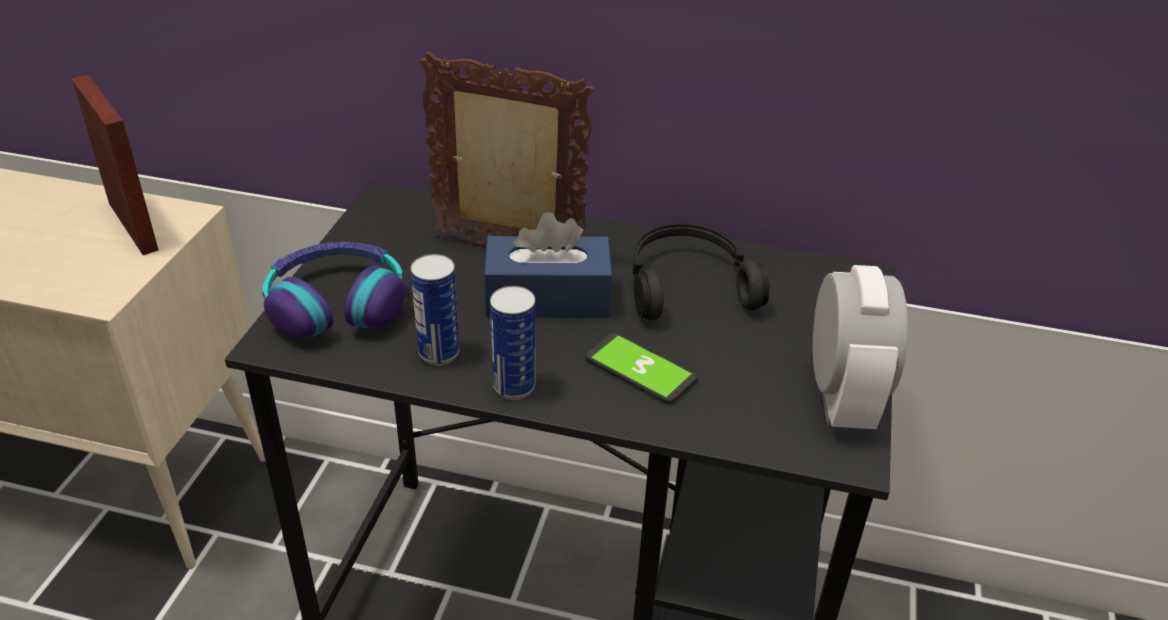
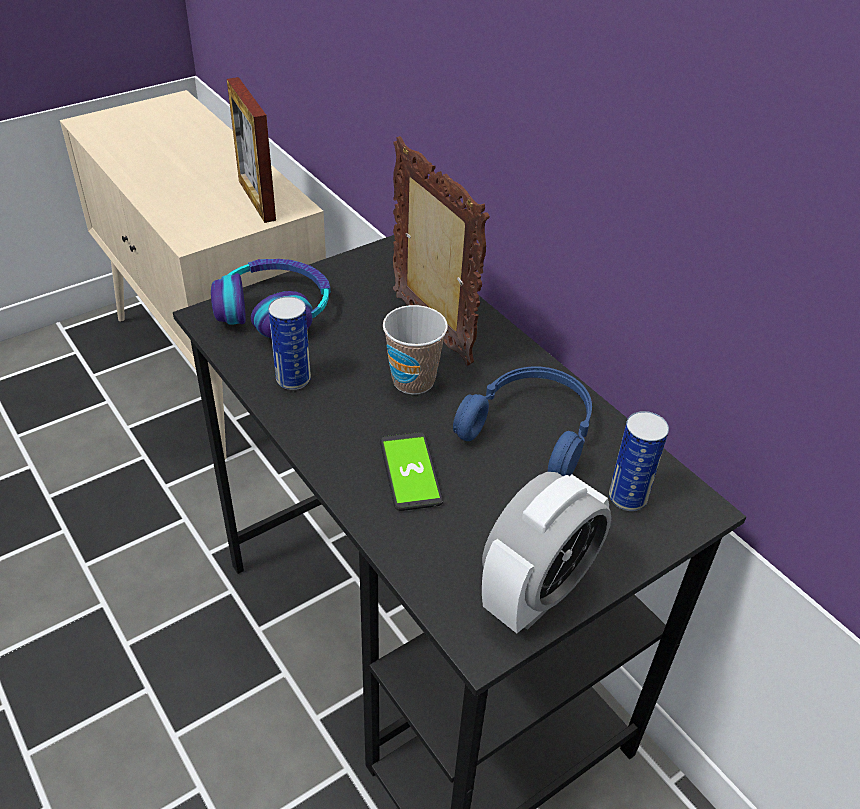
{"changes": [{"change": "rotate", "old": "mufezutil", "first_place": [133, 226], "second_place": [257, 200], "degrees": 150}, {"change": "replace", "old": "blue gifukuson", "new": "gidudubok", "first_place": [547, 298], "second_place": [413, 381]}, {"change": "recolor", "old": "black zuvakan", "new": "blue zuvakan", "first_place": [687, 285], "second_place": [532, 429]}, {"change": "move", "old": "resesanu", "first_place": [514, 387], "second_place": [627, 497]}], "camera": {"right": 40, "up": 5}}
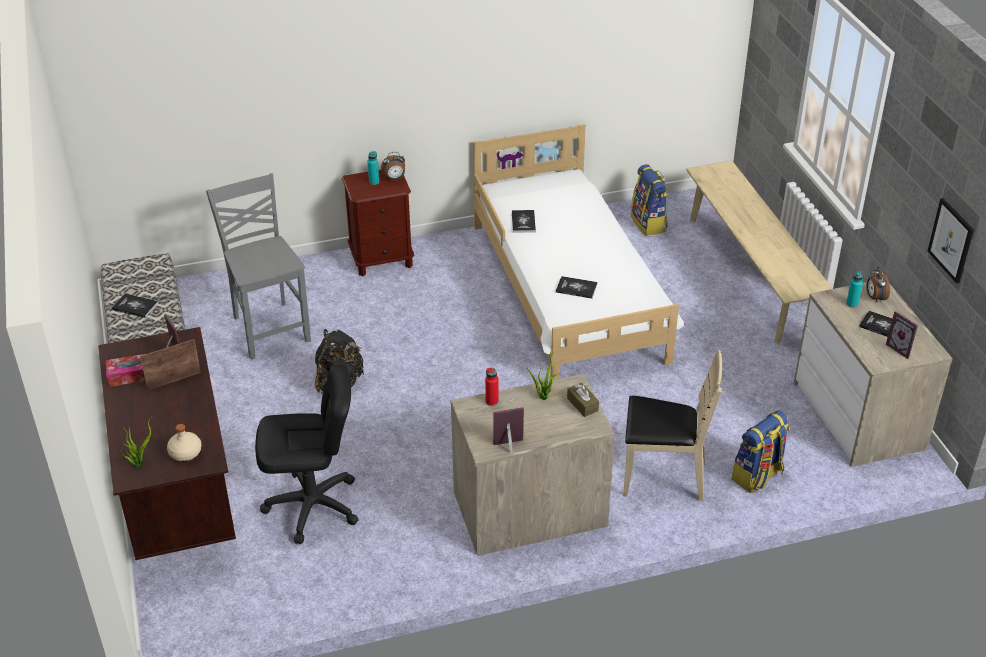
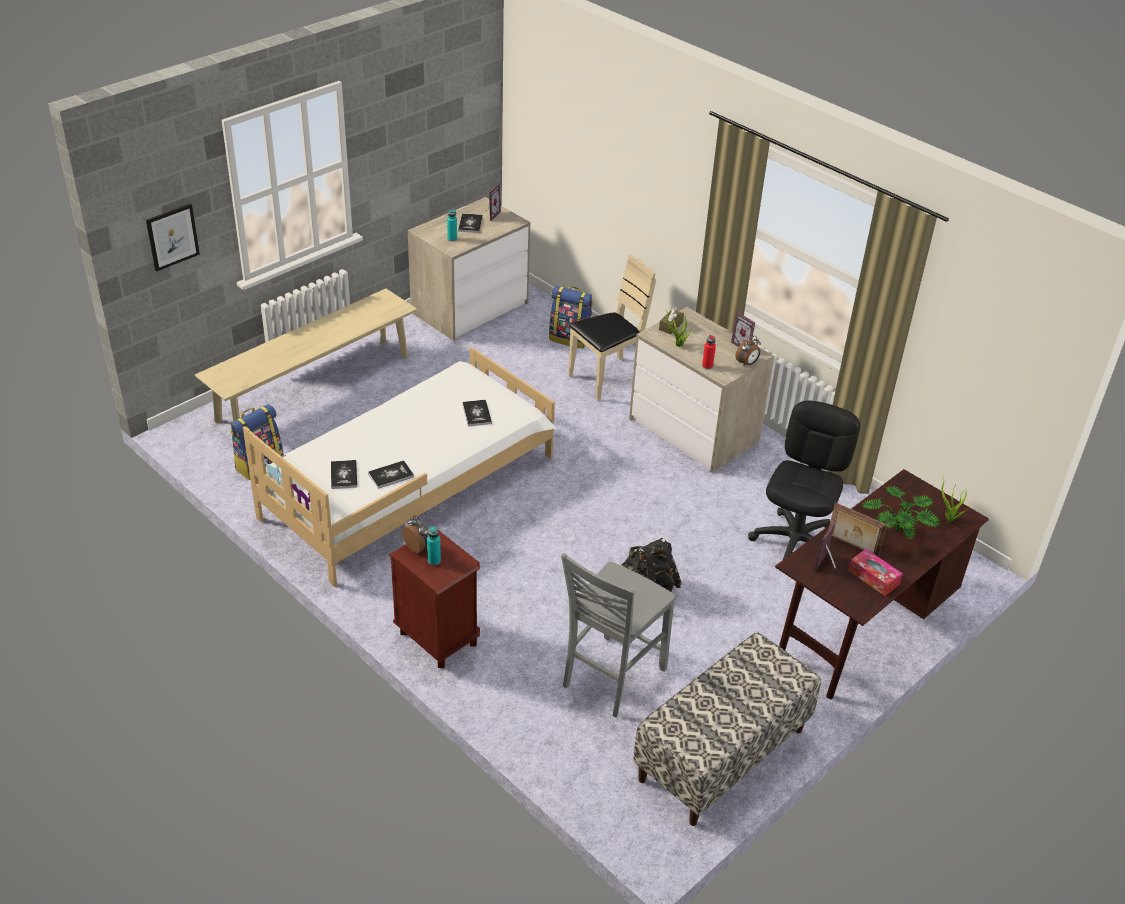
{"changes": [{"change": "move", "old": "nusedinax", "first_place": [951, 240], "second_place": [172, 237]}, {"change": "move", "old": "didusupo", "first_place": [874, 298], "second_place": [747, 363]}, {"change": "move", "old": "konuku", "first_place": [135, 306], "second_place": [344, 475]}, {"change": "rotate", "old": "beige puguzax", "first_place": [662, 477], "second_place": [607, 378], "degrees": 75}, {"change": "rotate", "old": "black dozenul", "first_place": [313, 506], "second_place": [795, 543], "degrees": 60}, {"change": "delete", "old": "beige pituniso", "first_place": [185, 453]}, {"change": "insert", "new": "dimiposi", "second_place": [896, 533]}], "camera": {"right": -120, "up": 0}}
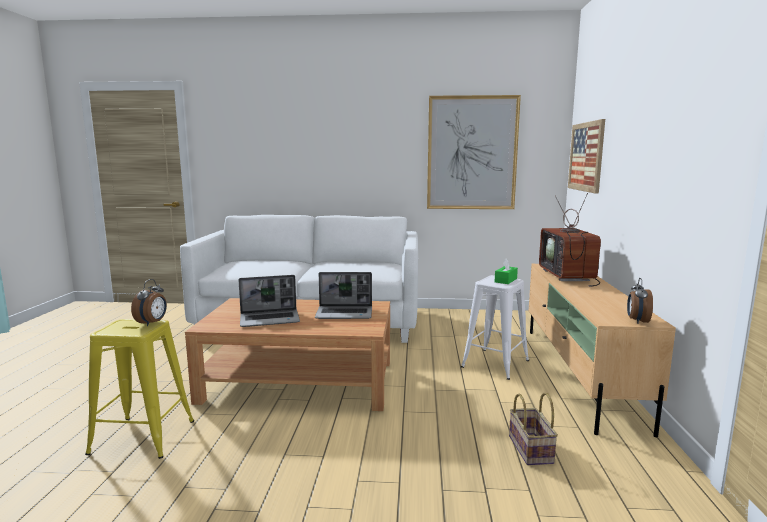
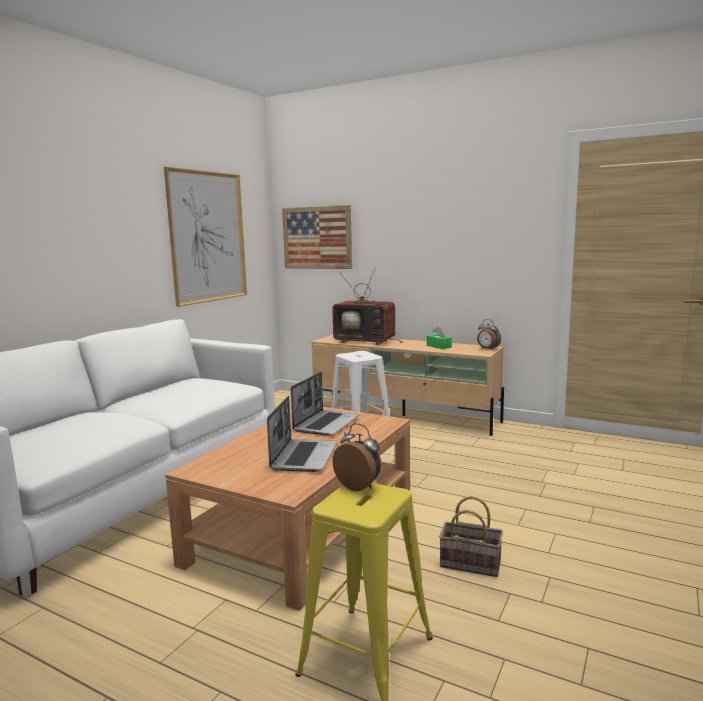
{"changes": [{"change": "move", "old": "green gifukuson", "first_place": [505, 280], "second_place": [439, 346]}, {"change": "move", "old": "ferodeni", "first_place": [532, 450], "second_place": [472, 563]}], "camera": {"right": -65, "up": 0}}
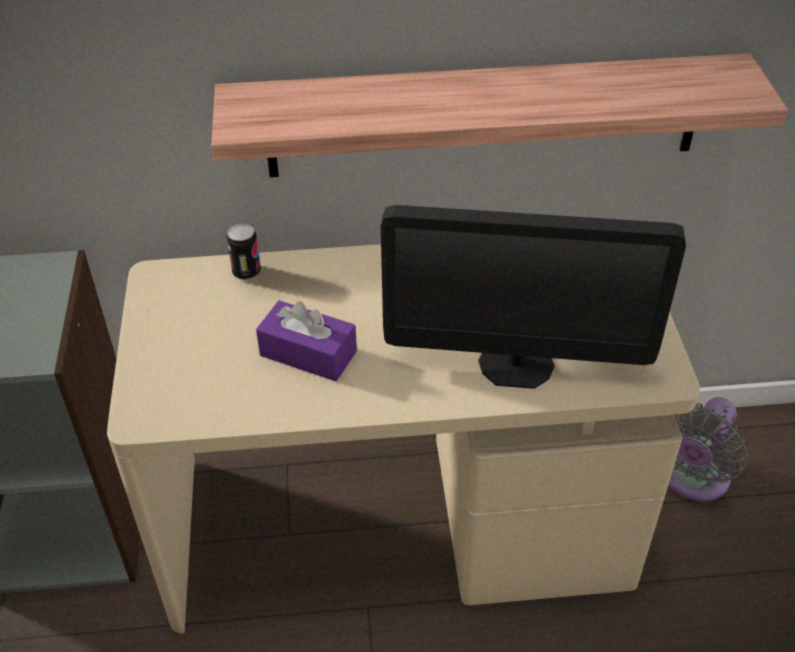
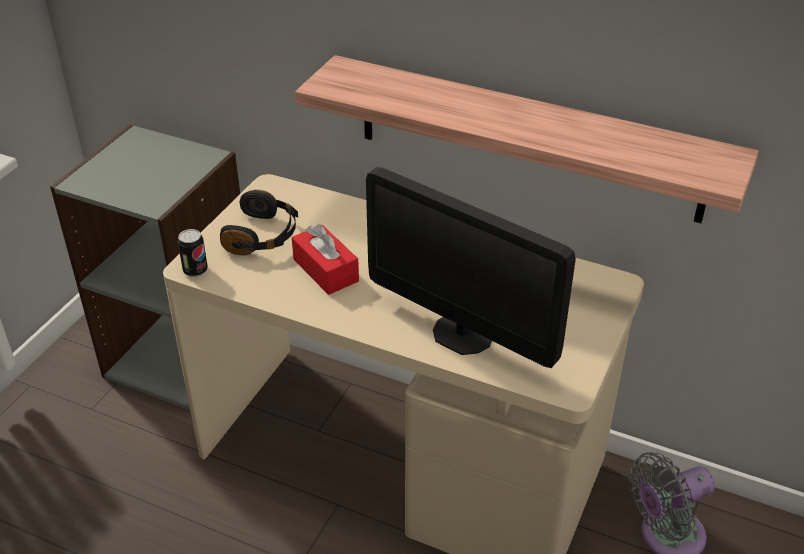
{"changes": [{"change": "move", "old": "resesanu", "first_place": [246, 272], "second_place": [195, 270]}, {"change": "recolor", "old": "purple gifukuson", "new": "red gifukuson", "first_place": [308, 353], "second_place": [325, 270]}, {"change": "insert", "new": "black zuvakan", "second_place": [263, 236]}], "camera": {"right": 30, "up": -5}}
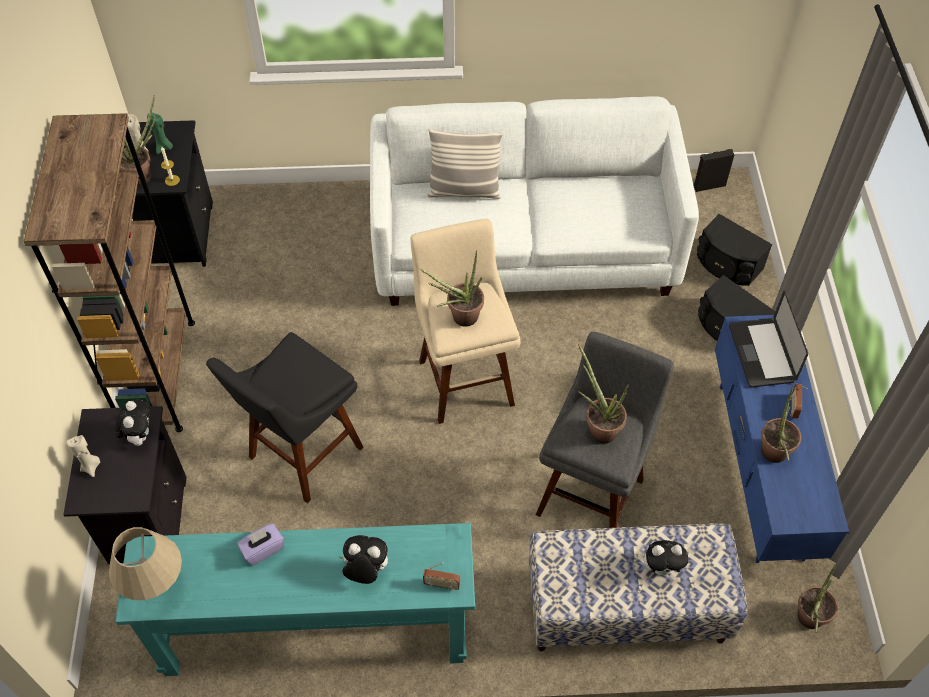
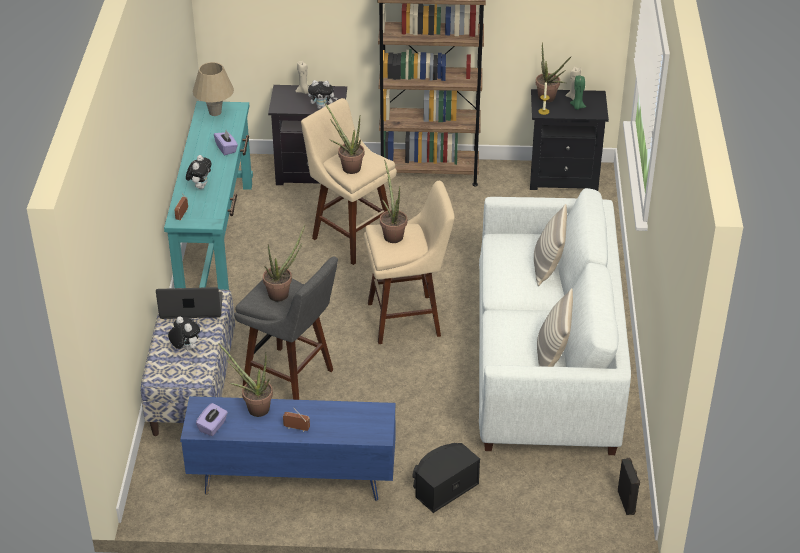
{"changes": [{"change": "delete", "old": "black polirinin", "first_place": [727, 264]}, {"change": "move", "old": "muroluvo", "first_place": [761, 353], "second_place": [191, 307]}, {"change": "recolor", "old": "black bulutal", "new": "beige bulutal", "first_place": [301, 456], "second_place": [350, 236]}, {"change": "rotate", "old": "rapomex", "first_place": [662, 568], "second_place": [185, 348], "degrees": 135}, {"change": "move", "old": "dimiposi", "first_place": [807, 622], "second_place": [348, 167]}, {"change": "insert", "new": "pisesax", "second_place": [552, 355]}, {"change": "insert", "new": "purple gifukuson", "second_place": [213, 426]}], "camera": {"right": 95, "up": -15}}
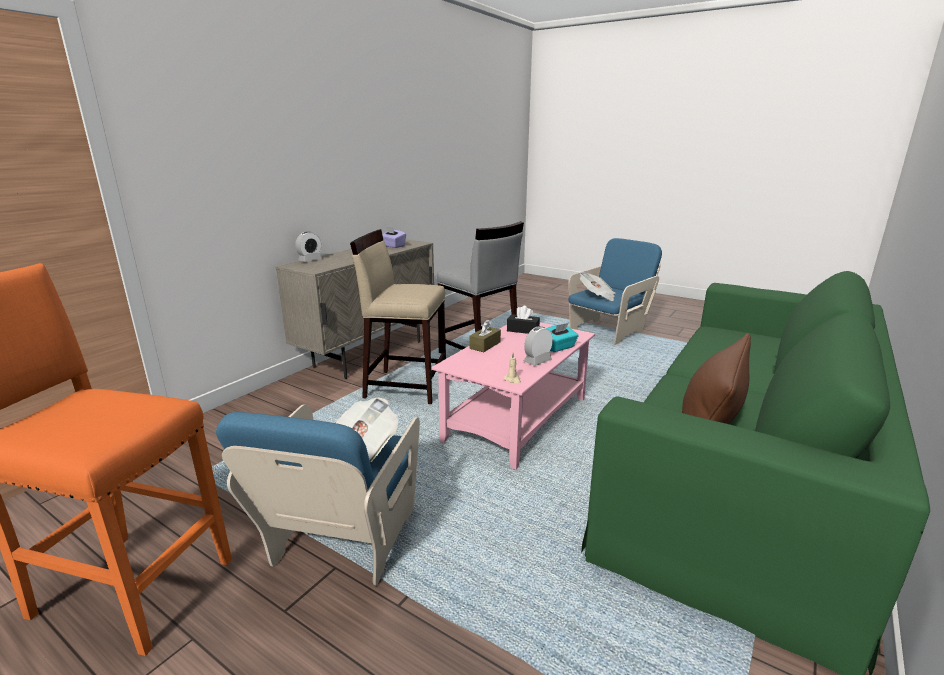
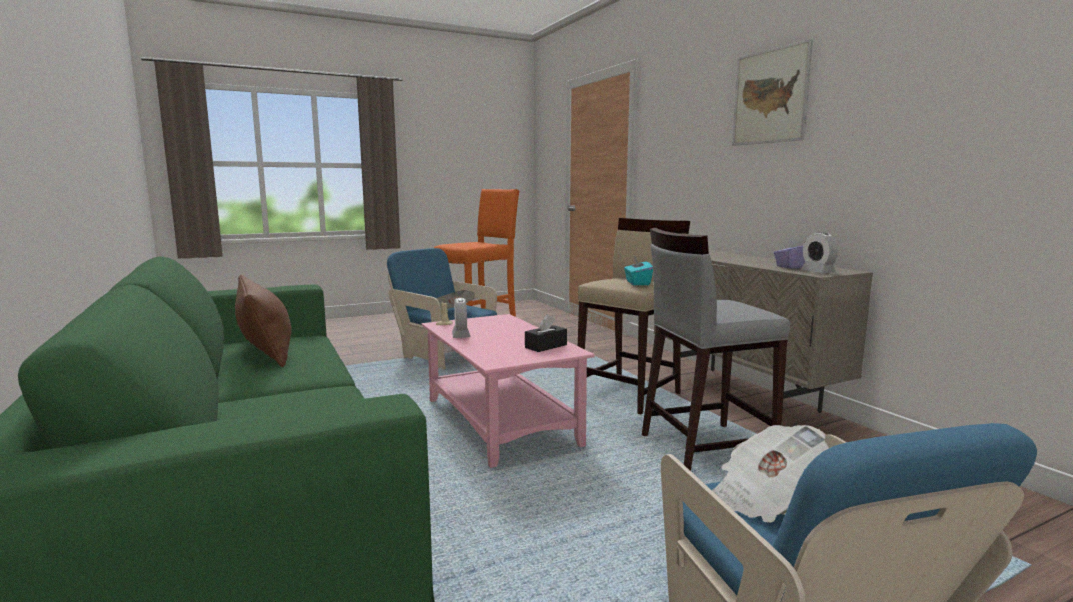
{"changes": [{"change": "move", "old": "didusupo", "first_place": [310, 260], "second_place": [818, 272]}, {"change": "delete", "old": "brown gifukuson", "first_place": [485, 345]}, {"change": "move", "old": "turquoise gifukuson", "first_place": [558, 347], "second_place": [637, 283]}, {"change": "insert", "new": "nusedinax", "second_place": [770, 96]}], "camera": {"right": 120, "up": -10}}
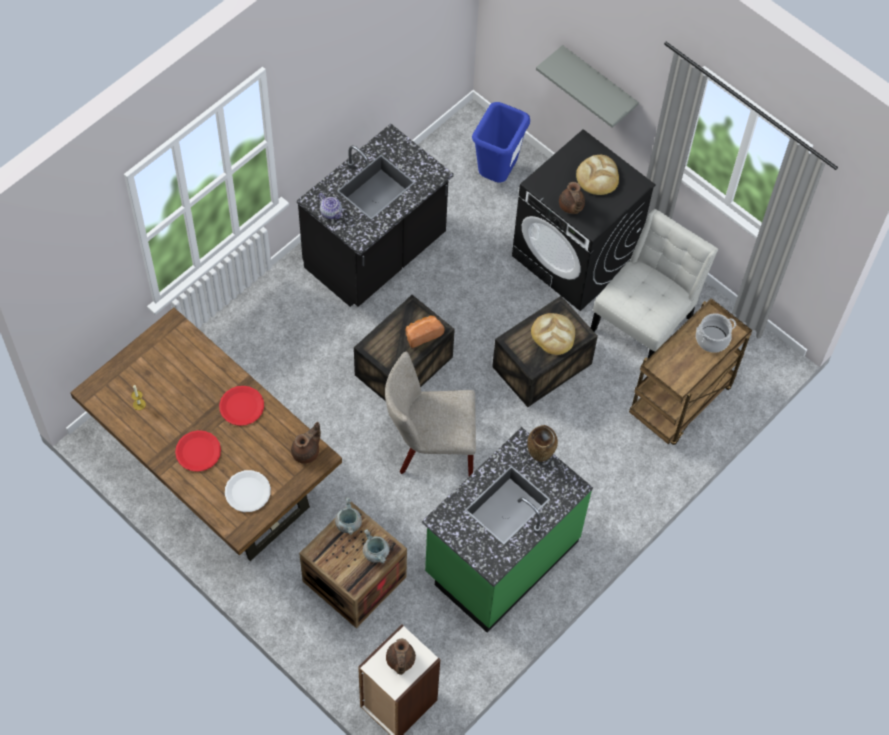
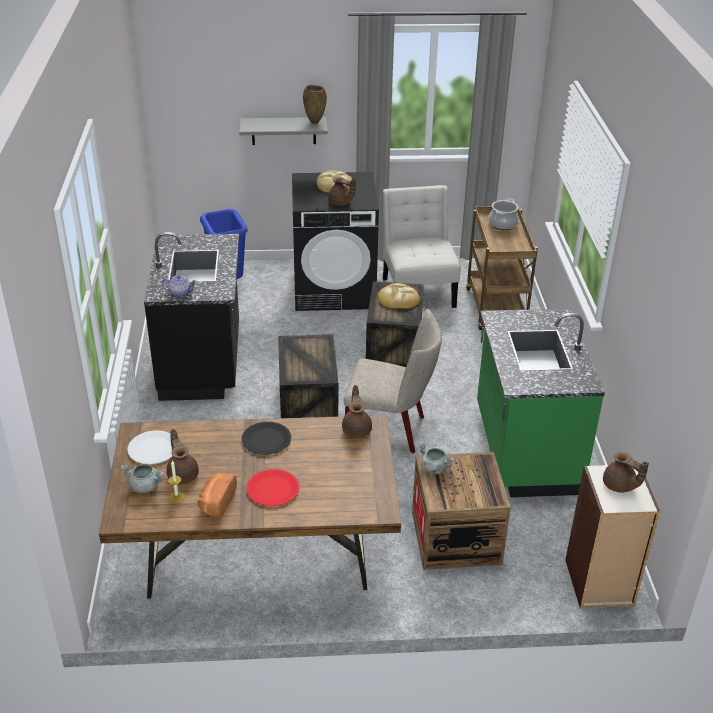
{"changes": [{"change": "move", "old": "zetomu", "first_place": [422, 334], "second_place": [216, 502]}, {"change": "rotate", "old": "beige puguzax", "first_place": [430, 447], "second_place": [390, 430], "degrees": -120}, {"change": "recolor", "old": "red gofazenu", "new": "black gofazenu", "first_place": [241, 406], "second_place": [266, 439]}, {"change": "move", "old": "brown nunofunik", "first_place": [540, 457], "second_place": [315, 122]}, {"change": "move", "old": "white gofazenu", "first_place": [248, 492], "second_place": [153, 448]}, {"change": "move", "old": "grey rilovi", "first_place": [376, 553], "second_place": [145, 486]}, {"change": "insert", "new": "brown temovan", "second_place": [183, 474]}], "camera": {"right": -45, "up": -25}}
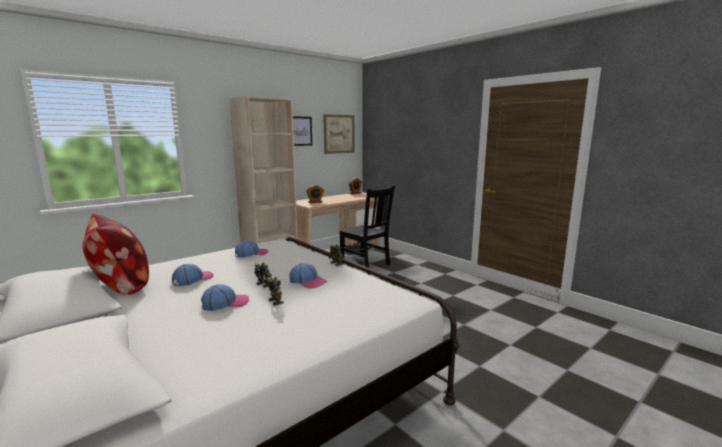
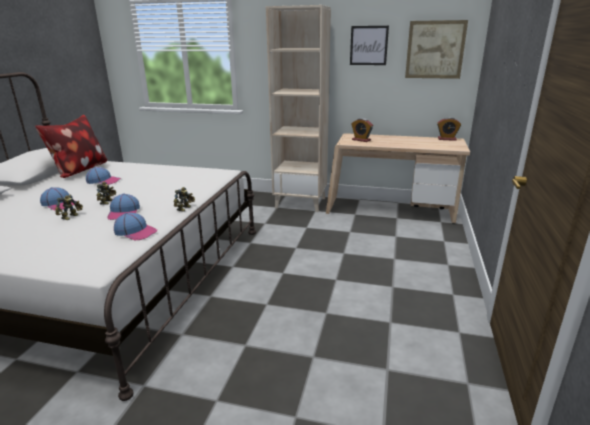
{"changes": [{"change": "delete", "old": "black puguzax", "first_place": [366, 264]}, {"change": "move", "old": "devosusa", "first_place": [251, 253], "second_place": [136, 232]}], "camera": {"right": 55, "up": 10}}
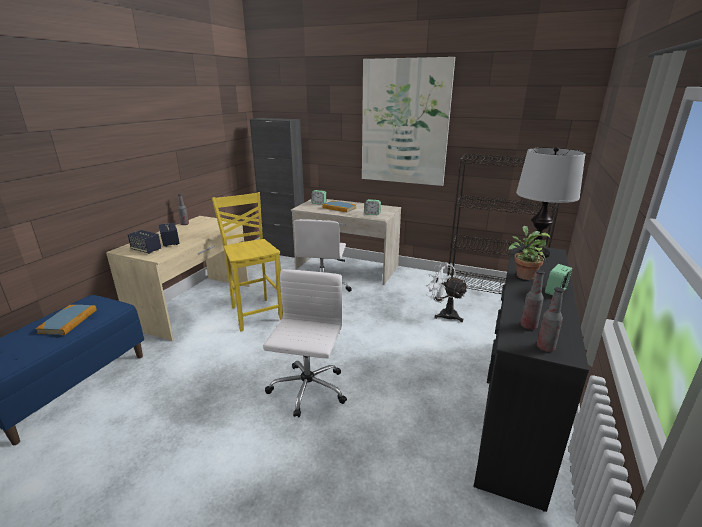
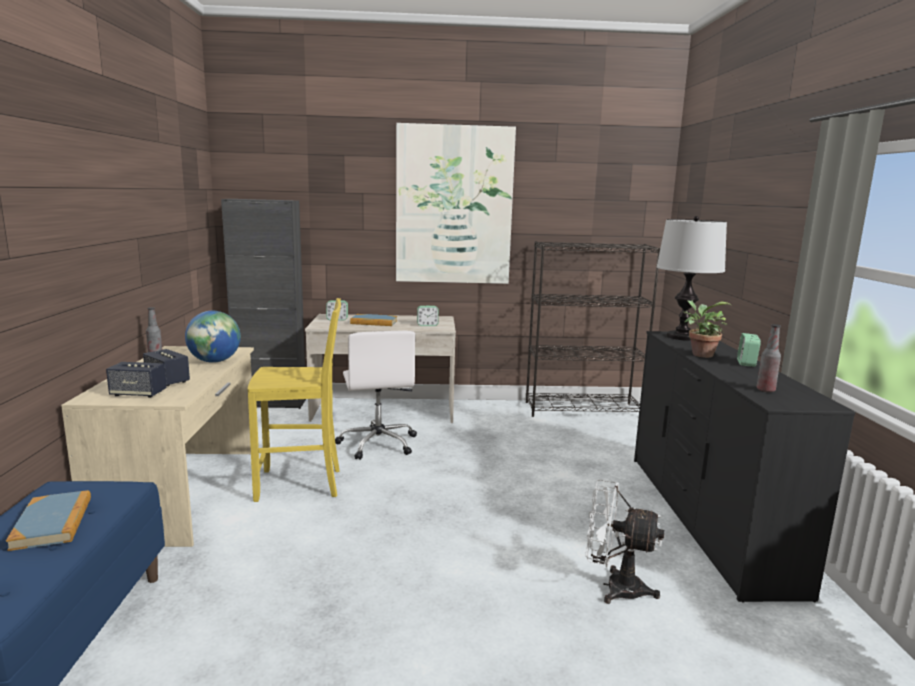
{"changes": [{"change": "rotate", "old": "yellow puguzax", "first_place": [256, 313], "second_place": [301, 485], "degrees": 135}, {"change": "move", "old": "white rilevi", "first_place": [444, 314], "second_place": [614, 587]}, {"change": "delete", "old": "white dozenul", "first_place": [307, 390]}, {"change": "delete", "old": "pituniso", "first_place": [545, 348]}, {"change": "insert", "new": "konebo", "second_place": [215, 361]}], "camera": {"right": -25, "up": -10}}
